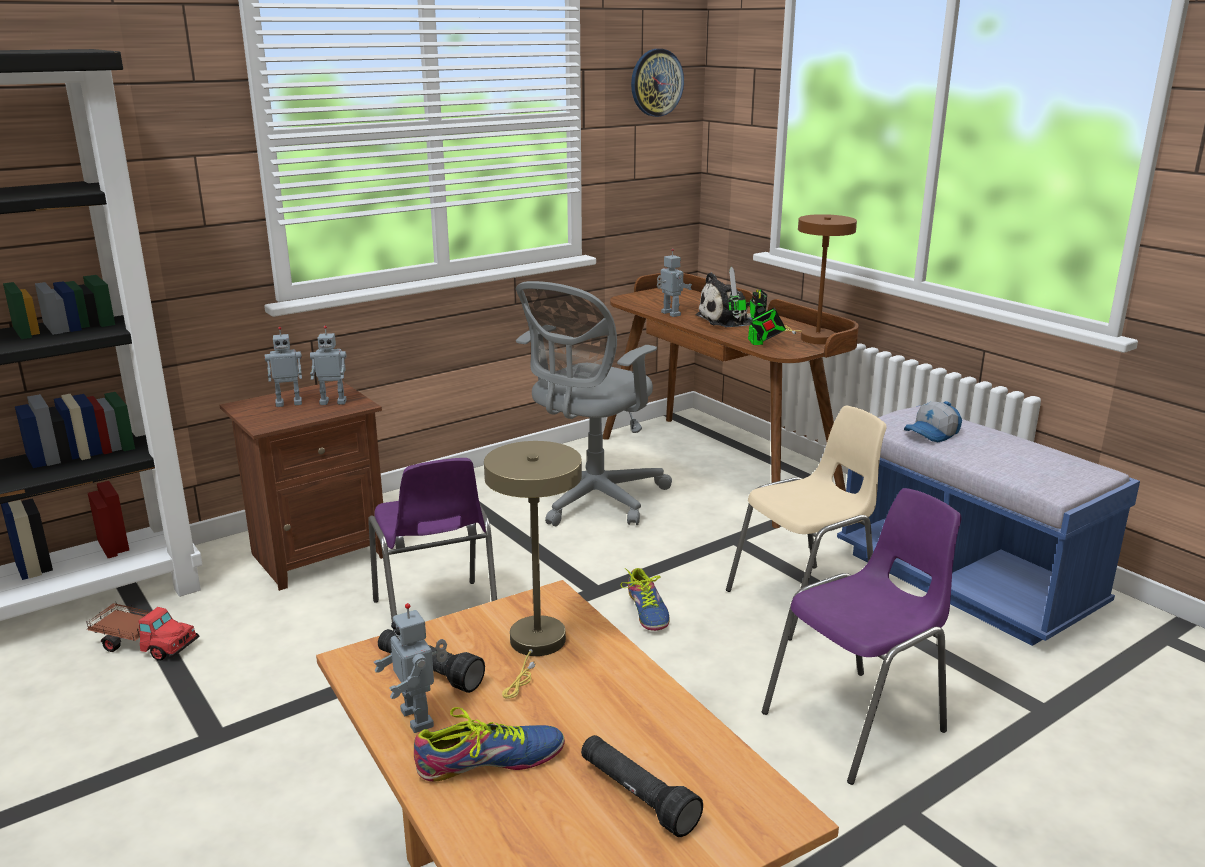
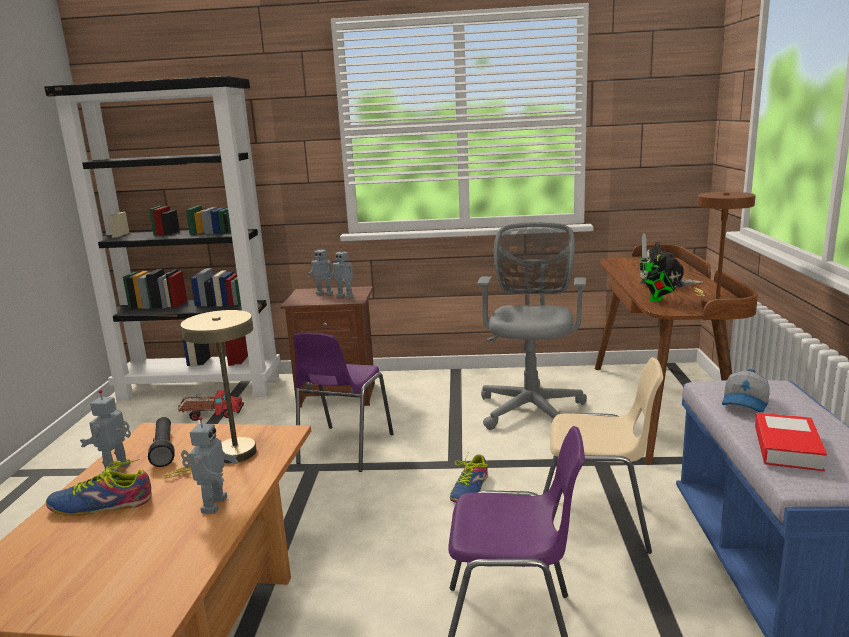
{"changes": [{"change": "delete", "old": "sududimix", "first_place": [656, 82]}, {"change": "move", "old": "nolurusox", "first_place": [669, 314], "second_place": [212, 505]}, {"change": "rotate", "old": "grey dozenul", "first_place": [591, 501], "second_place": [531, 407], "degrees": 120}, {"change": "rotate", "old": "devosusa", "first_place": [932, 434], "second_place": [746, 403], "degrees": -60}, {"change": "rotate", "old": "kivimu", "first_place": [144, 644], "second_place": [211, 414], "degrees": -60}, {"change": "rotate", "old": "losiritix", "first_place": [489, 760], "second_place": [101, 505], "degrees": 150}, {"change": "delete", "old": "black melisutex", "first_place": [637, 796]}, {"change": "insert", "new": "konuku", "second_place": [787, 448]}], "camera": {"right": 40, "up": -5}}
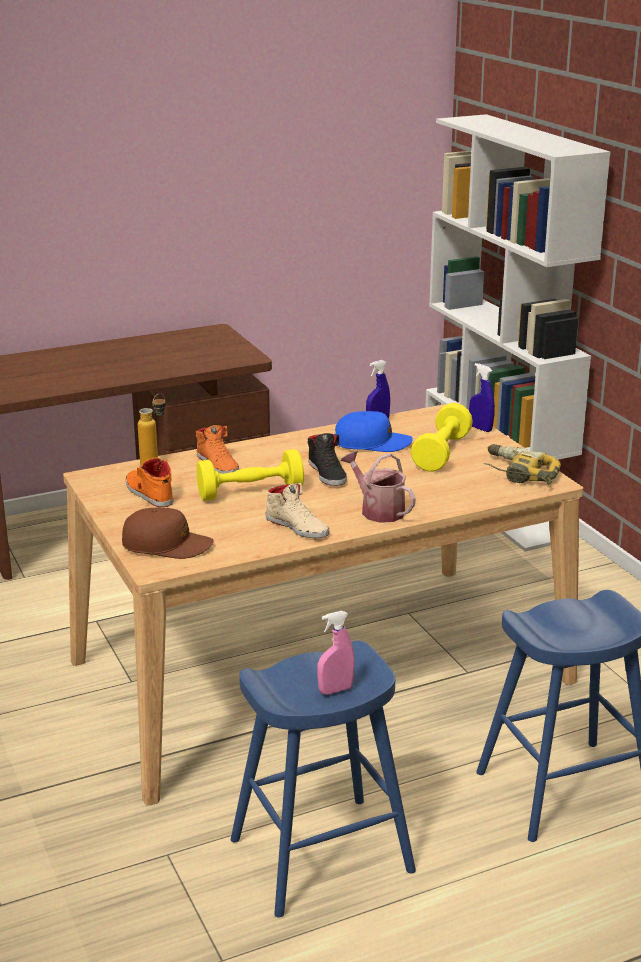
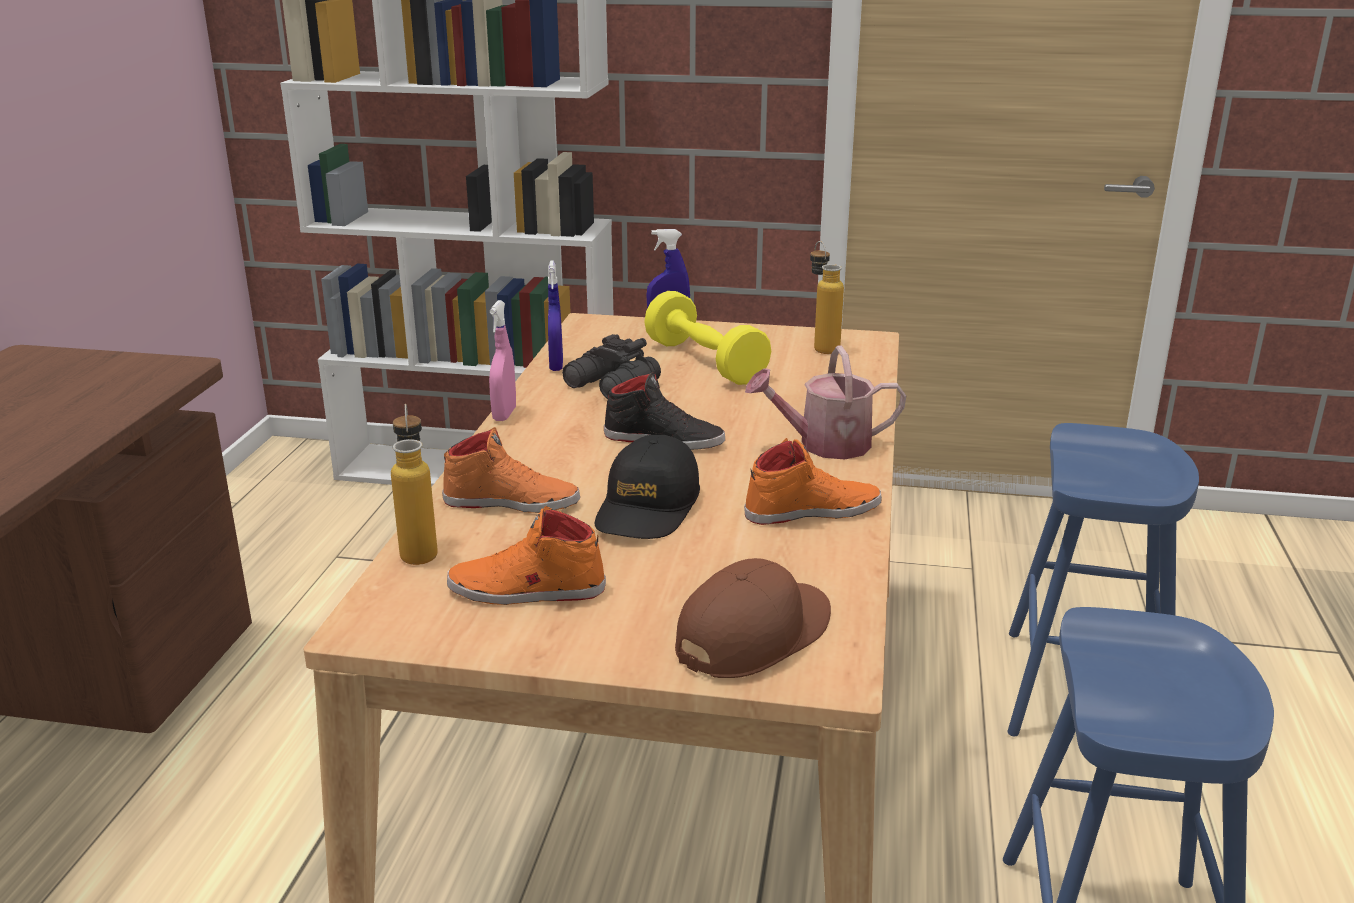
{"changes": [{"change": "replace", "old": "blue devosusa", "new": "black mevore", "first_place": [372, 443], "second_place": [611, 386]}, {"change": "replace", "old": "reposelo", "new": "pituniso", "first_place": [518, 474], "second_place": [821, 346]}, {"change": "replace", "old": "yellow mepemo", "new": "black devosusa", "first_place": [250, 492], "second_place": [648, 508]}, {"change": "recolor", "old": "beige losiritix", "new": "orange losiritix", "first_place": [297, 526], "second_place": [812, 510]}, {"change": "move", "old": "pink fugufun", "first_place": [335, 690], "second_place": [504, 414]}], "camera": {"right": -55, "up": 0}}
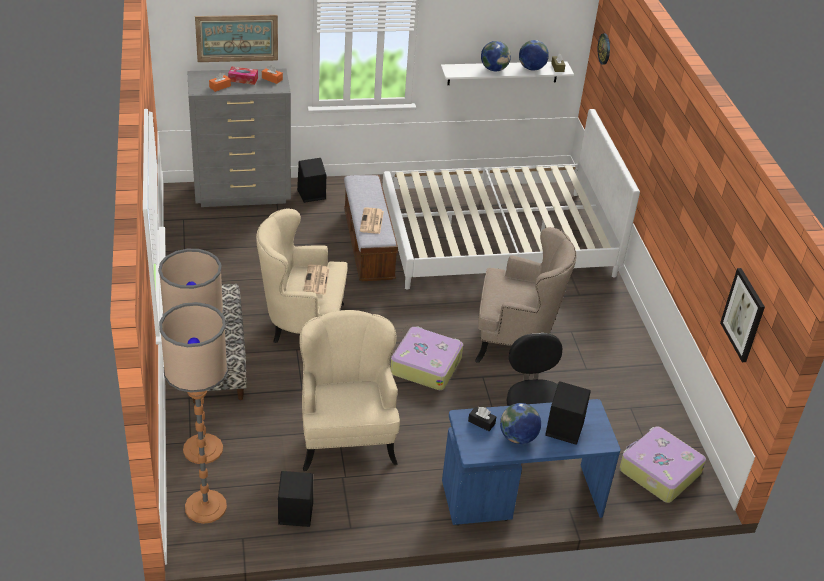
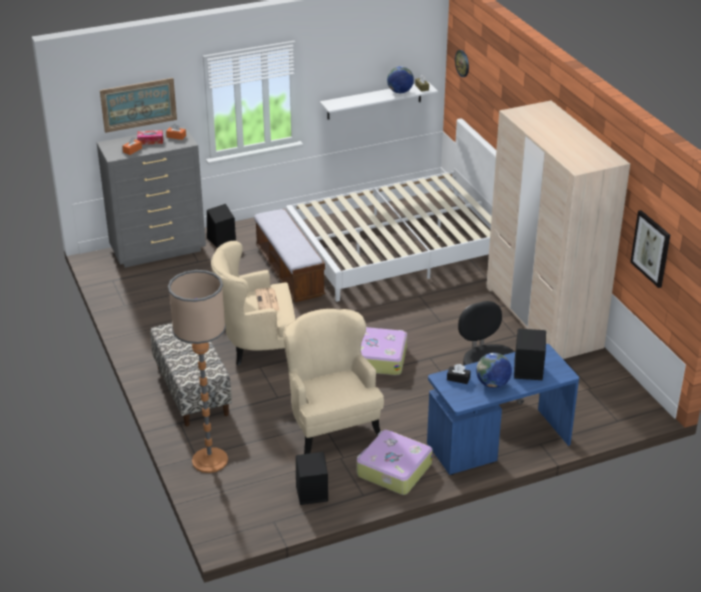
{"changes": [{"change": "delete", "old": "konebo", "first_place": [494, 69]}, {"change": "delete", "old": "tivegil", "first_place": [372, 221]}, {"change": "delete", "old": "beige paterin", "first_place": [515, 339]}, {"change": "delete", "old": "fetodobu", "first_place": [205, 507]}, {"change": "move", "old": "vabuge", "first_place": [658, 471], "second_place": [393, 470]}, {"change": "insert", "new": "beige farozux", "second_place": [543, 317]}], "camera": {"right": -10, "up": -5}}
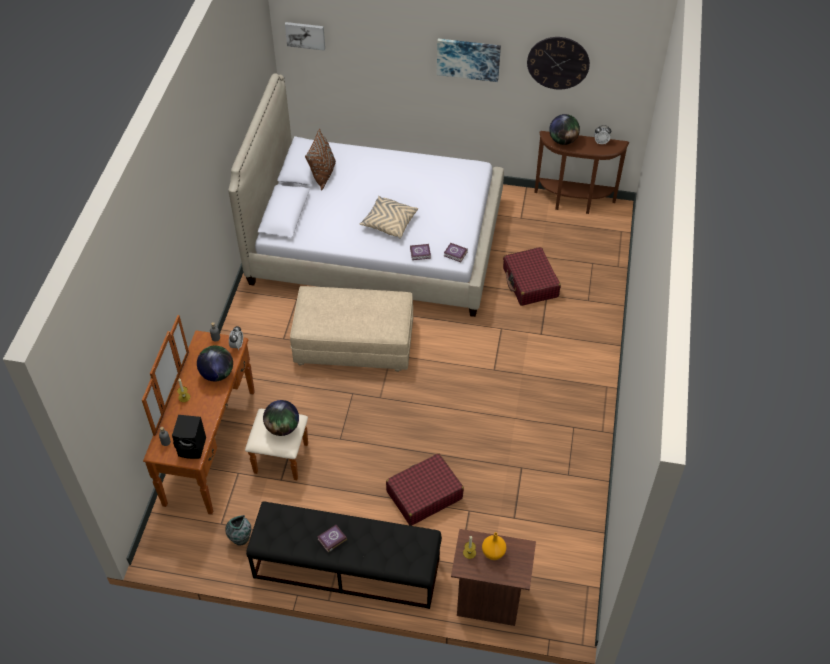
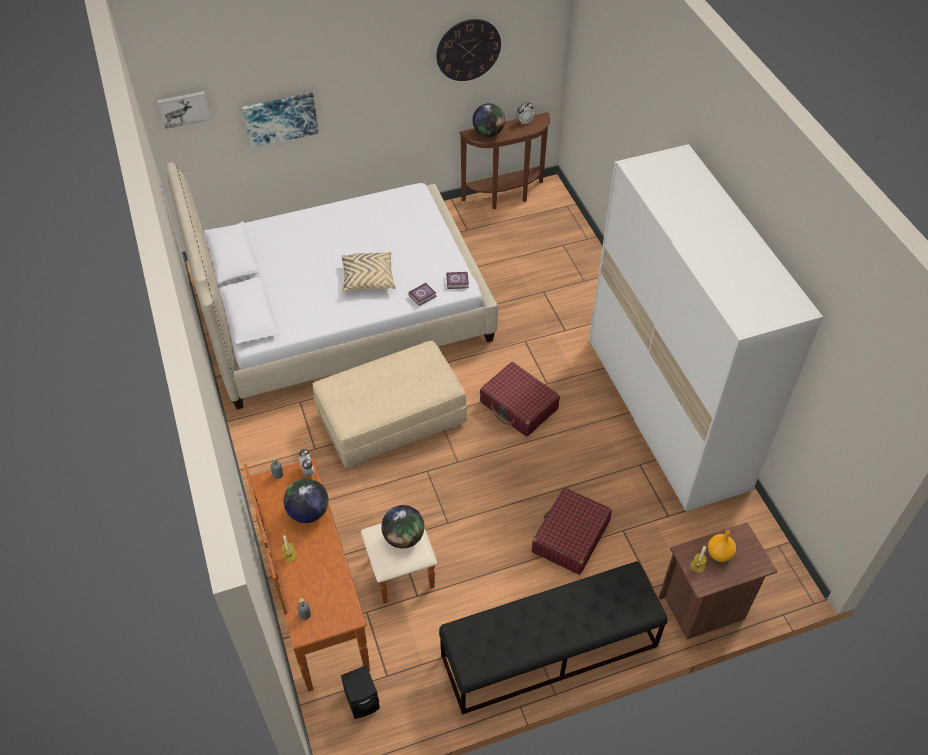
{"changes": [{"change": "move", "old": "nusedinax", "first_place": [468, 59], "second_place": [280, 119]}, {"change": "delete", "old": "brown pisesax", "first_place": [323, 175]}, {"change": "move", "old": "red vabuge", "first_place": [530, 283], "second_place": [519, 406]}, {"change": "move", "old": "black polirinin", "first_place": [193, 447], "second_place": [363, 700]}, {"change": "delete", "old": "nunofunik", "first_place": [240, 539]}, {"change": "delete", "old": "konuku", "first_place": [331, 539]}, {"change": "insert", "new": "white farozux", "second_place": [666, 413]}], "camera": {"right": -30, "up": 0}}
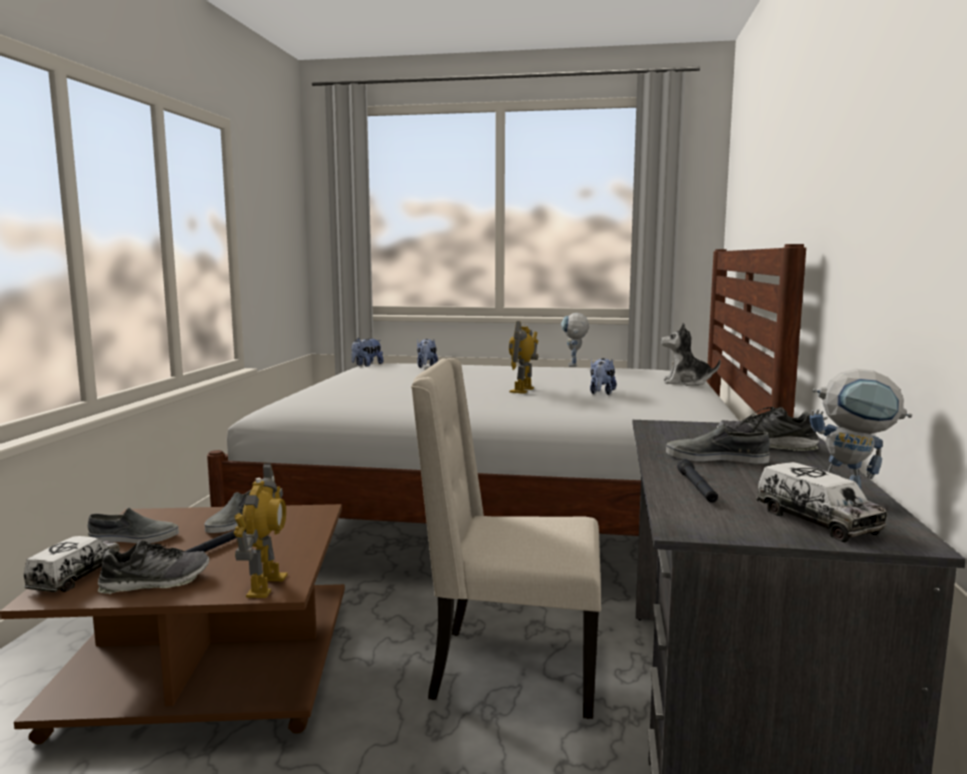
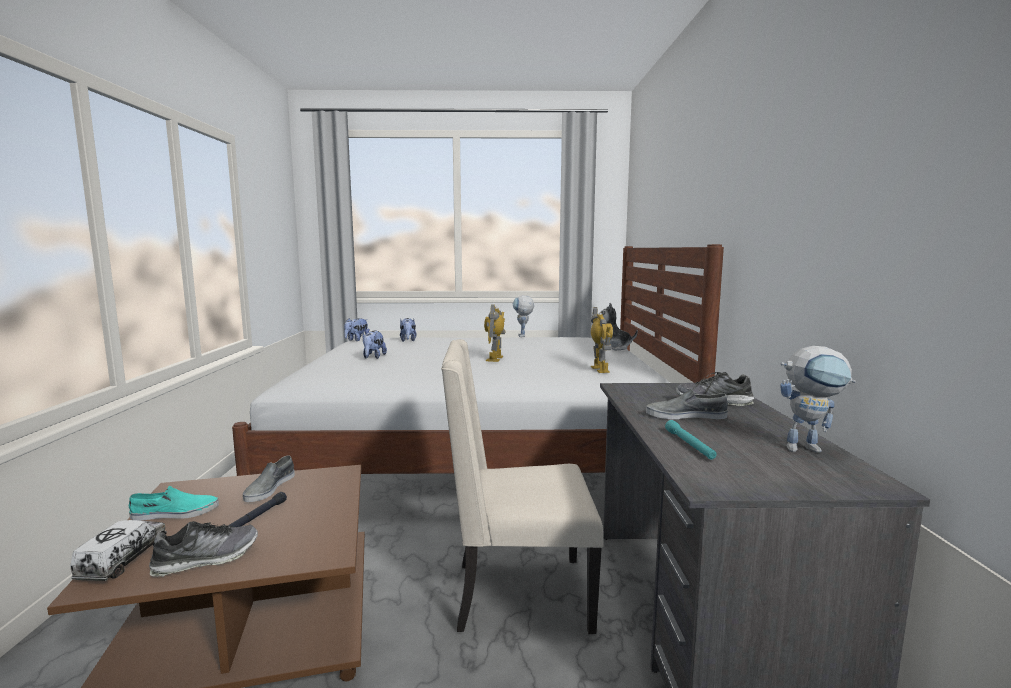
{"changes": [{"change": "move", "old": "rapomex", "first_place": [601, 393], "second_place": [373, 357]}, {"change": "recolor", "old": "black melisutex", "new": "turquoise melisutex", "first_place": [697, 488], "second_place": [689, 445]}, {"change": "delete", "old": "kivimu", "first_place": [816, 521]}, {"change": "move", "old": "nolurusox", "first_place": [265, 585], "second_place": [600, 369]}, {"change": "recolor", "old": "grey losiritix", "new": "turquoise losiritix", "first_place": [133, 538], "second_place": [175, 513]}], "camera": {"right": -10, "up": 0}}
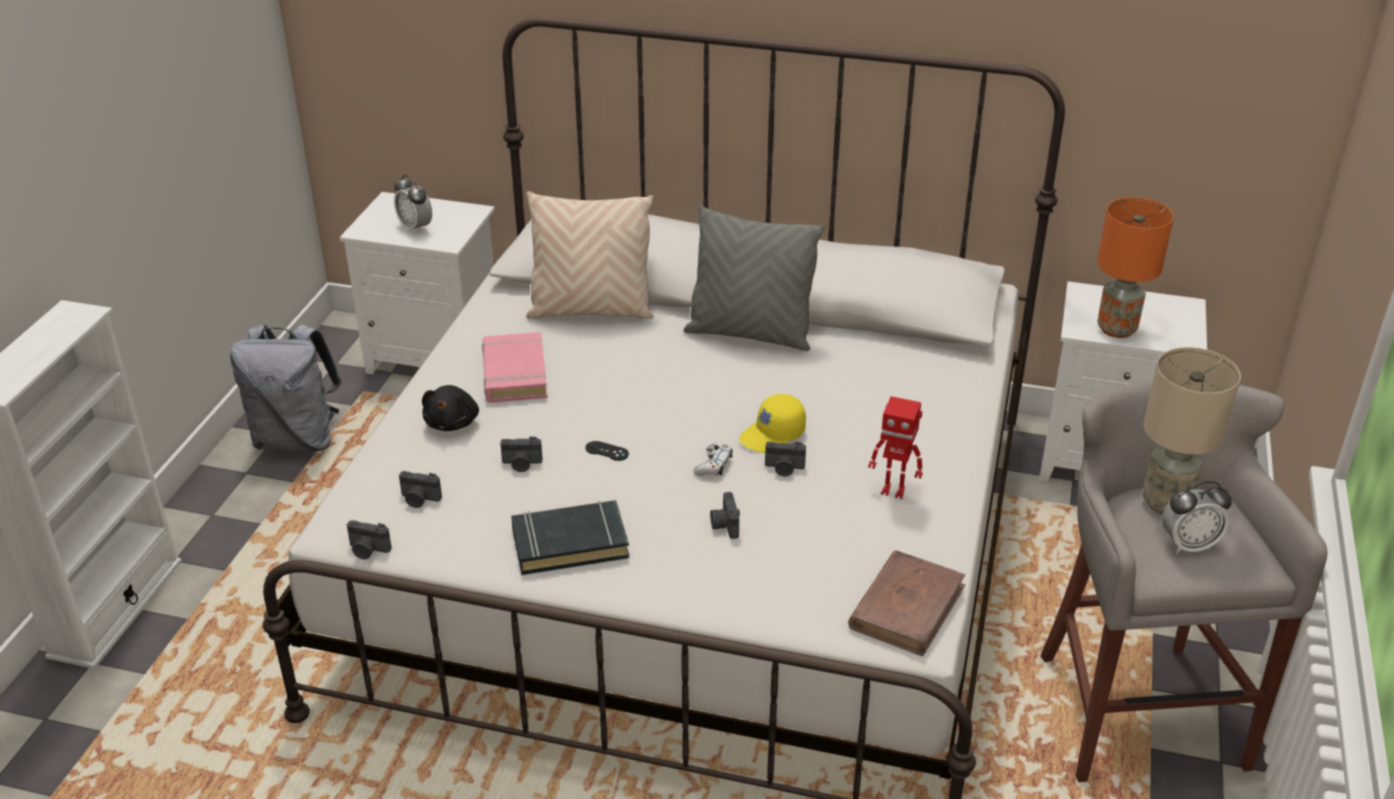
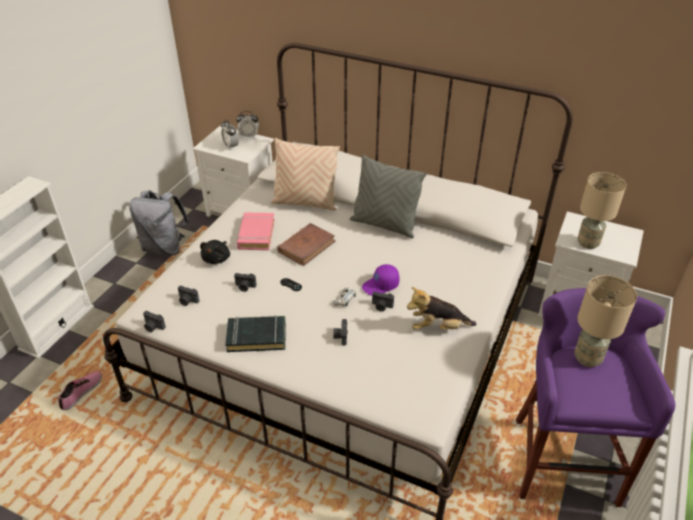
{"changes": [{"change": "recolor", "old": "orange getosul", "new": "beige getosul", "first_place": [1116, 329], "second_place": [587, 243]}, {"change": "recolor", "old": "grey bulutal", "new": "purple bulutal", "first_place": [1135, 707], "second_place": [562, 458]}, {"change": "recolor", "old": "yellow devosusa", "new": "purple devosusa", "first_place": [773, 435], "second_place": [381, 286]}, {"change": "replace", "old": "nolurusox", "new": "rapomex", "first_place": [893, 490], "second_place": [438, 327]}, {"change": "move", "old": "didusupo", "first_place": [1188, 545], "second_place": [249, 137]}, {"change": "move", "old": "brown konuku", "first_place": [907, 607], "second_place": [307, 246]}, {"change": "insert", "new": "losiritix", "second_place": [82, 392]}], "camera": {"right": 10, "up": 5}}
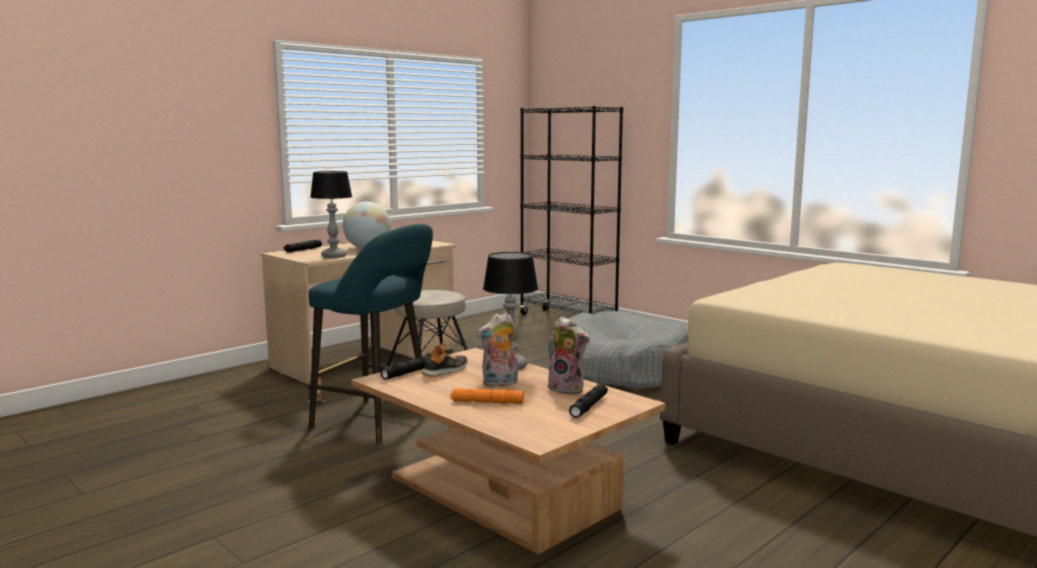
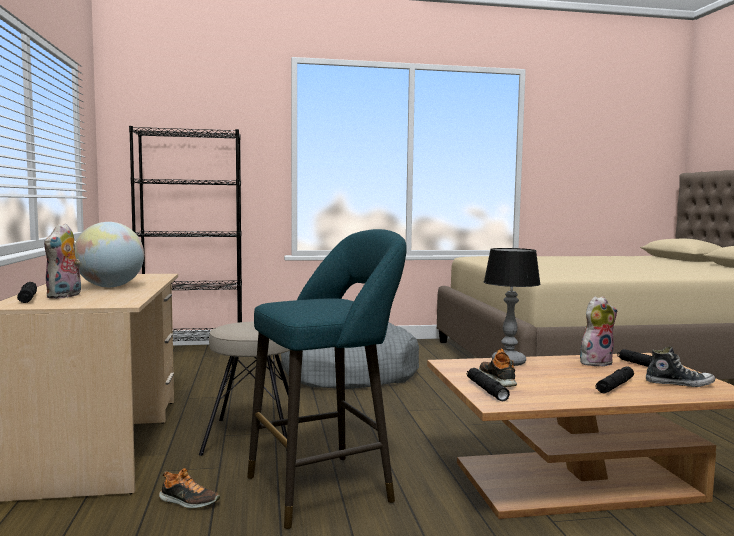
{"changes": [{"change": "delete", "old": "getosul", "first_place": [334, 256]}, {"change": "move", "old": "rapomex", "first_place": [500, 384], "second_place": [65, 296]}, {"change": "recolor", "old": "orange melisutex", "new": "black melisutex", "first_place": [487, 402], "second_place": [615, 386]}, {"change": "insert", "new": "losiritix", "second_place": [679, 383]}], "camera": {"right": -55, "up": -5}}
